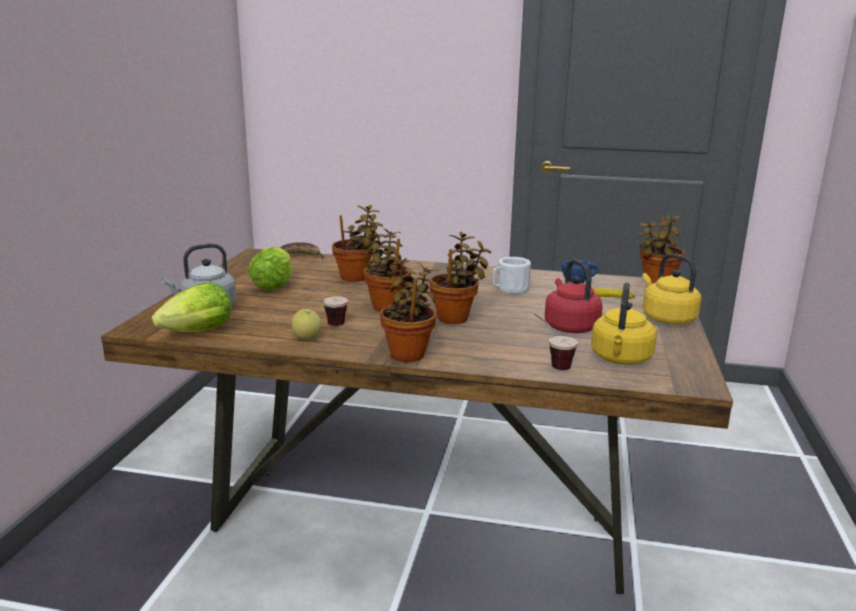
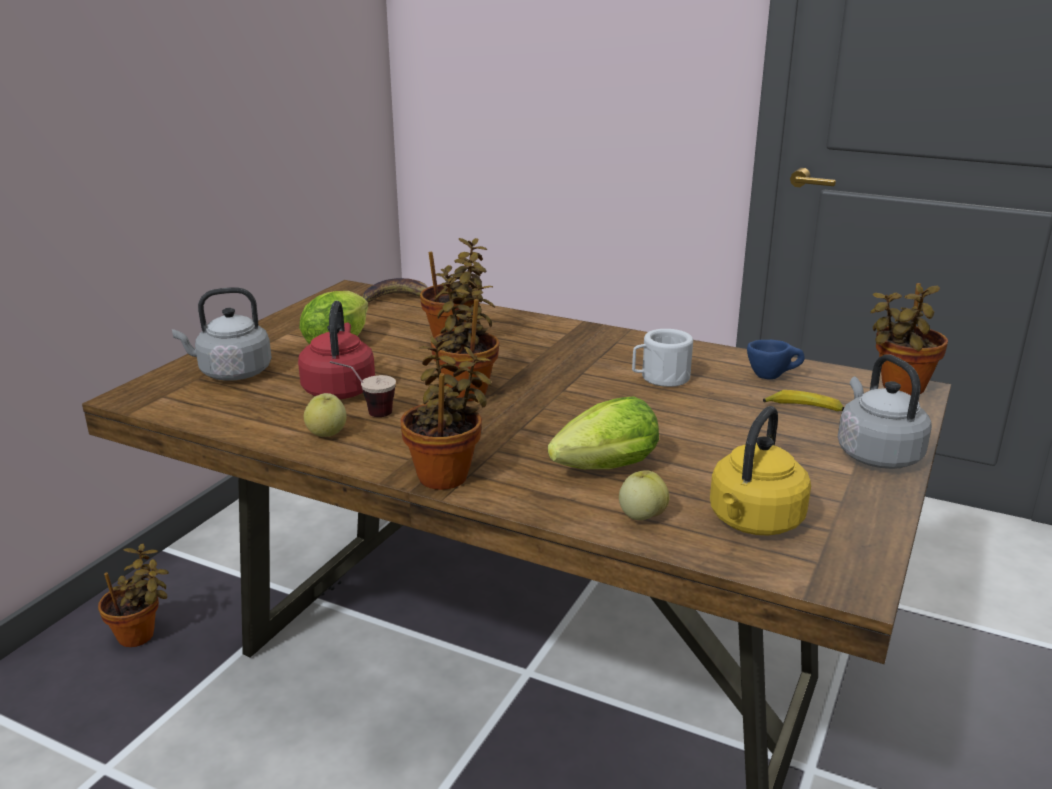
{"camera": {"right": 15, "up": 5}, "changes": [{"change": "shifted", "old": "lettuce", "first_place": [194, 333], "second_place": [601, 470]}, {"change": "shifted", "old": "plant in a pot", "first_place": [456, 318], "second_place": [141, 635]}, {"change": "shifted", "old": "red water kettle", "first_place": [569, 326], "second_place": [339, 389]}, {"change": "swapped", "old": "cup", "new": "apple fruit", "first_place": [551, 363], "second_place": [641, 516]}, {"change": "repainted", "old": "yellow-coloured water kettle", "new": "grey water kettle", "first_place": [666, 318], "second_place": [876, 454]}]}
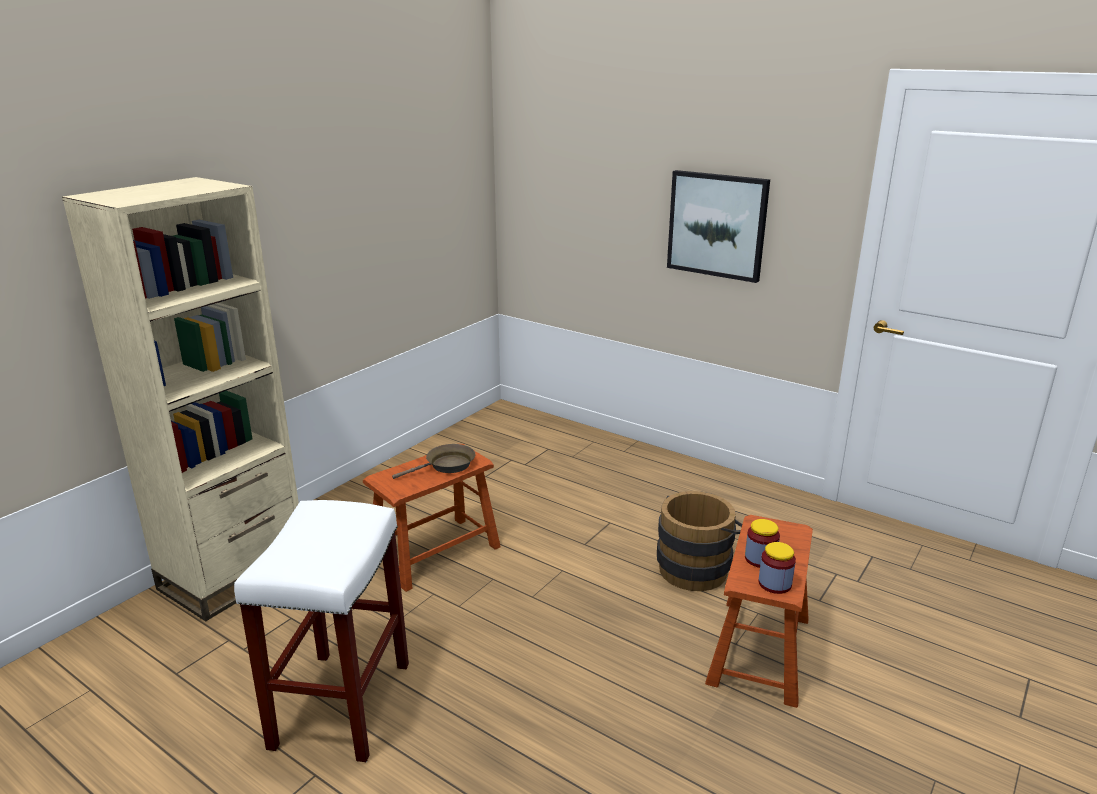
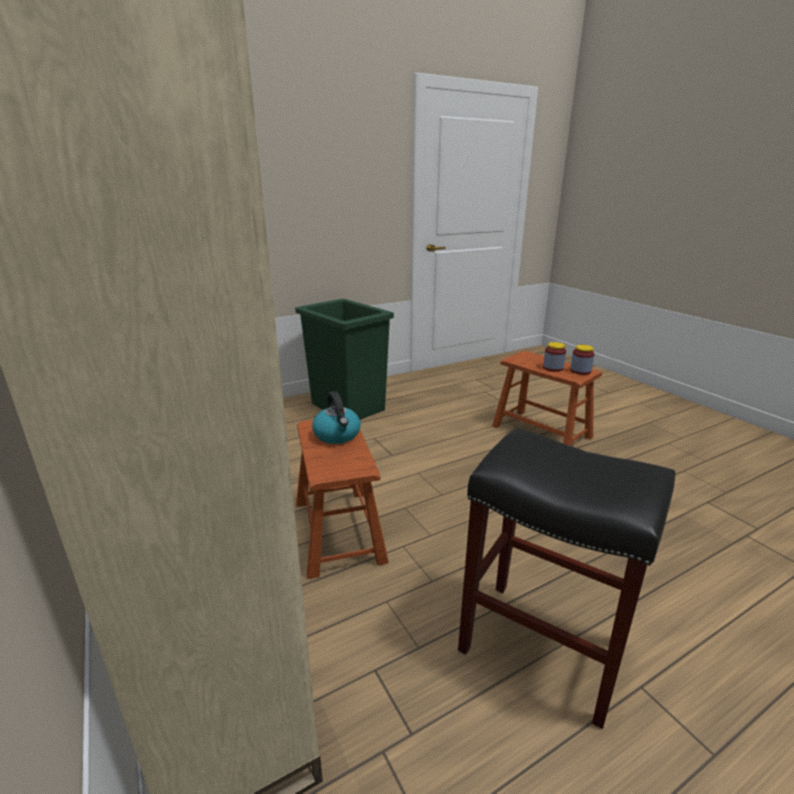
{"camera": {"right": -65, "up": 0}, "changes": [{"change": "gone", "old": "brown pail", "first_place": [697, 567]}, {"change": "gone", "old": "wall art", "first_place": [717, 225]}, {"change": "new", "new": "green-coloured rubbish bin", "second_place": [348, 406]}, {"change": "swapped", "old": "brown pan", "new": "water kettle", "first_place": [446, 466], "second_place": [337, 435]}, {"change": "repainted", "old": "white stool", "new": "blackish stool", "first_place": [342, 706], "second_place": [545, 646]}]}
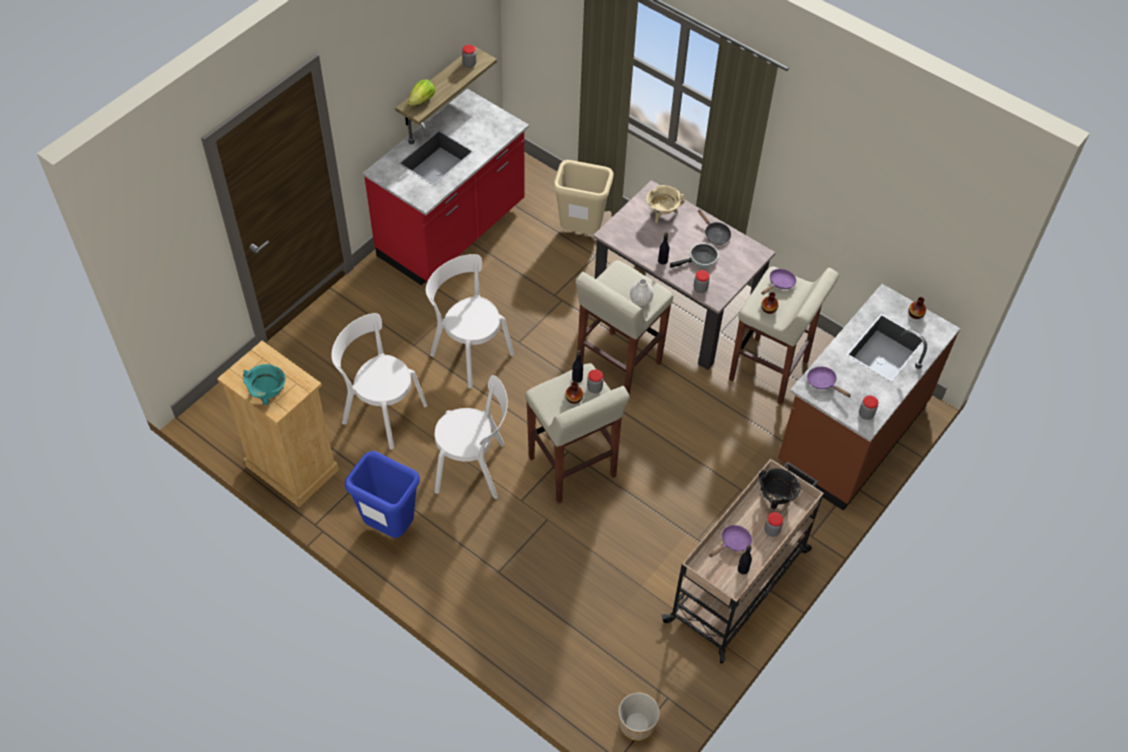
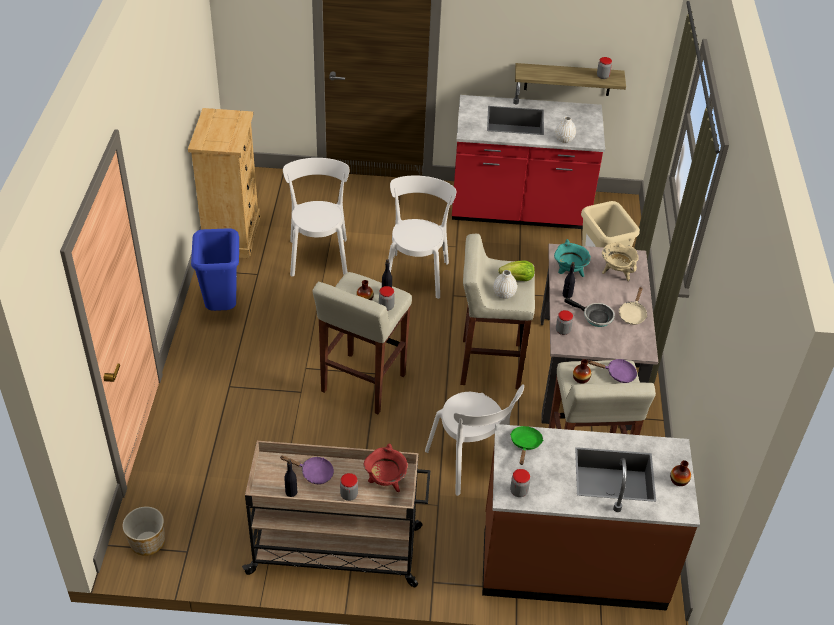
{"camera": {"right": 55, "up": -10}, "changes": [{"change": "new", "new": "white vase", "second_place": [564, 139]}, {"change": "shifted", "old": "turquoise saucepot", "first_place": [268, 395], "second_place": [569, 272]}, {"change": "shifted", "old": "lettuce", "first_place": [422, 100], "second_place": [517, 279]}, {"change": "shifted", "old": "white upright chair", "first_place": [474, 468], "second_place": [471, 463]}, {"change": "repainted", "old": "blackish pan", "new": "beige-coloured pan", "first_place": [715, 234], "second_place": [632, 314]}, {"change": "repainted", "old": "blackish saucepot", "new": "red saucepot", "first_place": [775, 498], "second_place": [385, 482]}, {"change": "repainted", "old": "purple pan", "new": "green-coloured pan", "first_place": [823, 383], "second_place": [525, 444]}]}
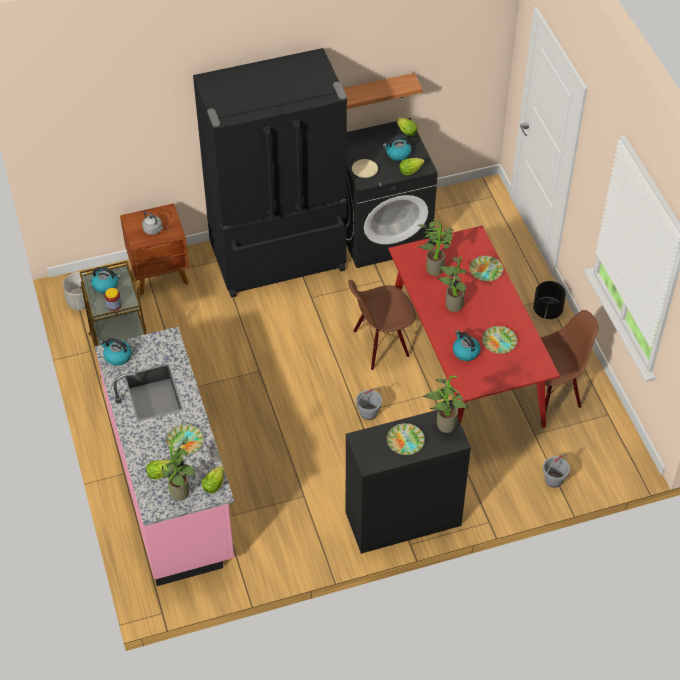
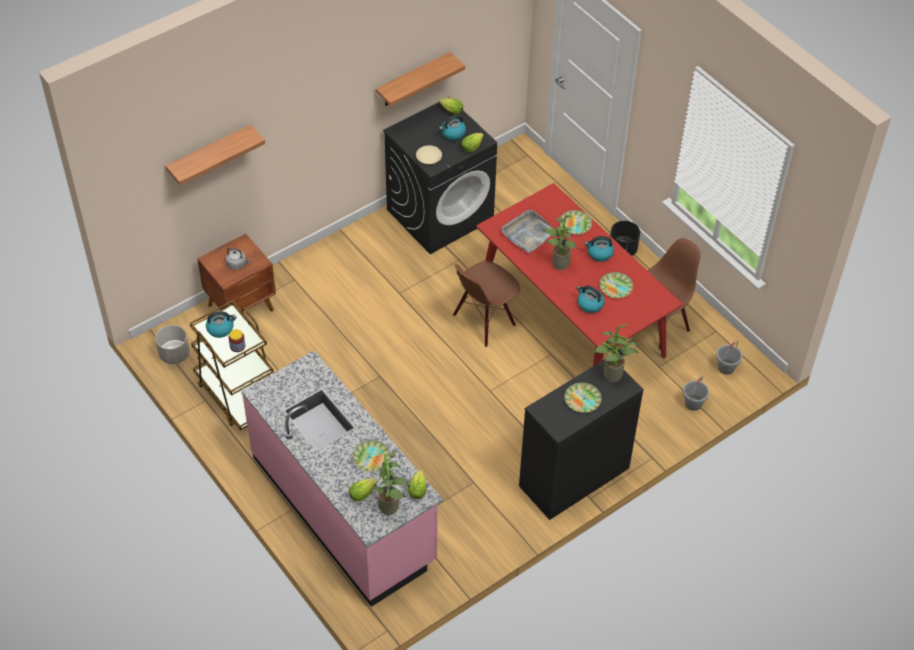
{"camera": {"right": -20, "up": 0}, "changes": [{"change": "gone", "old": "blackish refrigerator", "first_place": [279, 259]}, {"change": "new", "new": "shelf", "second_place": [210, 155]}, {"change": "shifted", "old": "water kettle", "first_place": [117, 356], "second_place": [599, 253]}, {"change": "shifted", "old": "grey pail", "first_place": [368, 413], "second_place": [726, 368]}, {"change": "swapped", "old": "plant in a pot", "new": "grey tray", "first_place": [435, 267], "second_place": [527, 233]}]}
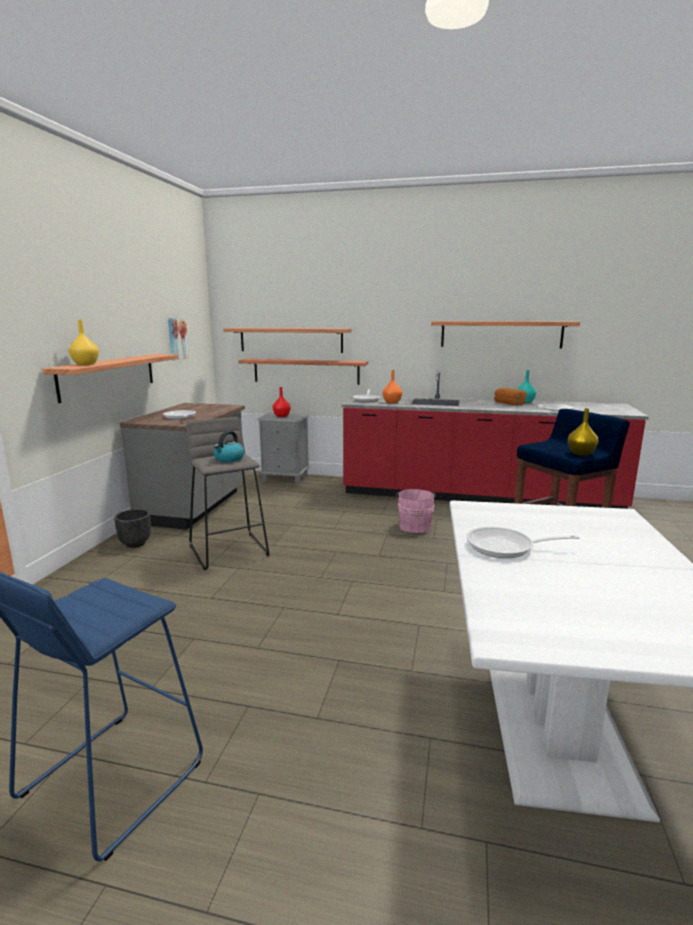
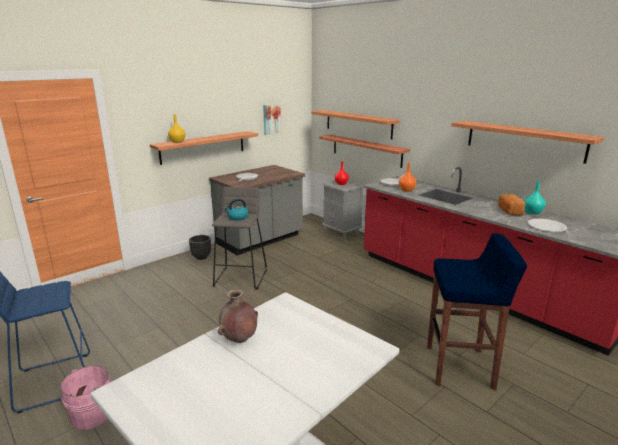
{"camera": {"right": 35, "up": 5}, "changes": [{"change": "gone", "old": "yellow-coloured vase", "first_place": [580, 453]}, {"change": "shifted", "old": "pinkish pail", "first_place": [415, 526], "second_place": [94, 412]}, {"change": "swapped", "old": "pan", "new": "brown vase", "first_place": [506, 547], "second_place": [239, 339]}]}
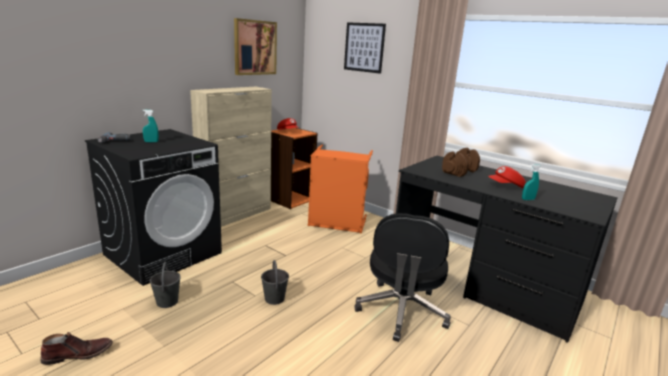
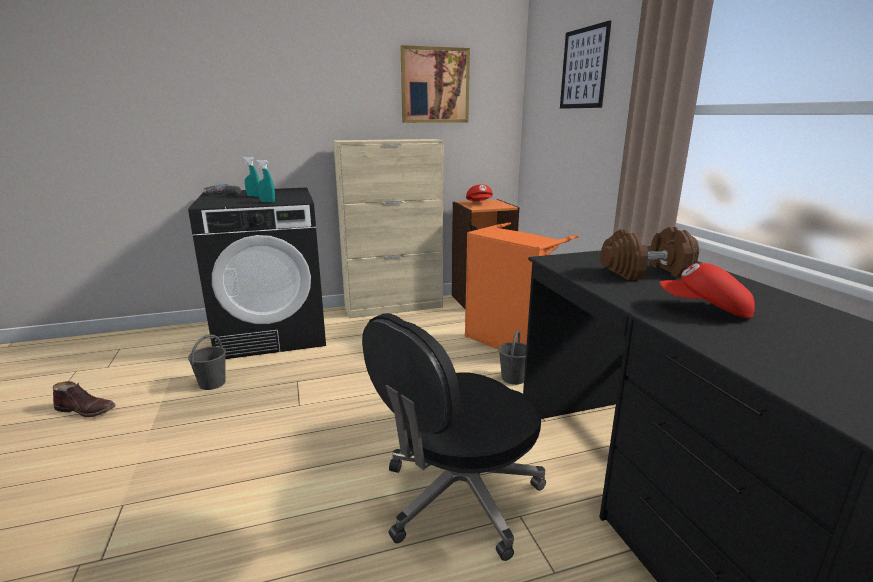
{"camera": {"right": 35, "up": 0}, "changes": [{"change": "shifted", "old": "grey pail", "first_place": [274, 298], "second_place": [513, 378]}, {"change": "shifted", "old": "turquoise hand sprayer", "first_place": [528, 199], "second_place": [267, 202]}]}
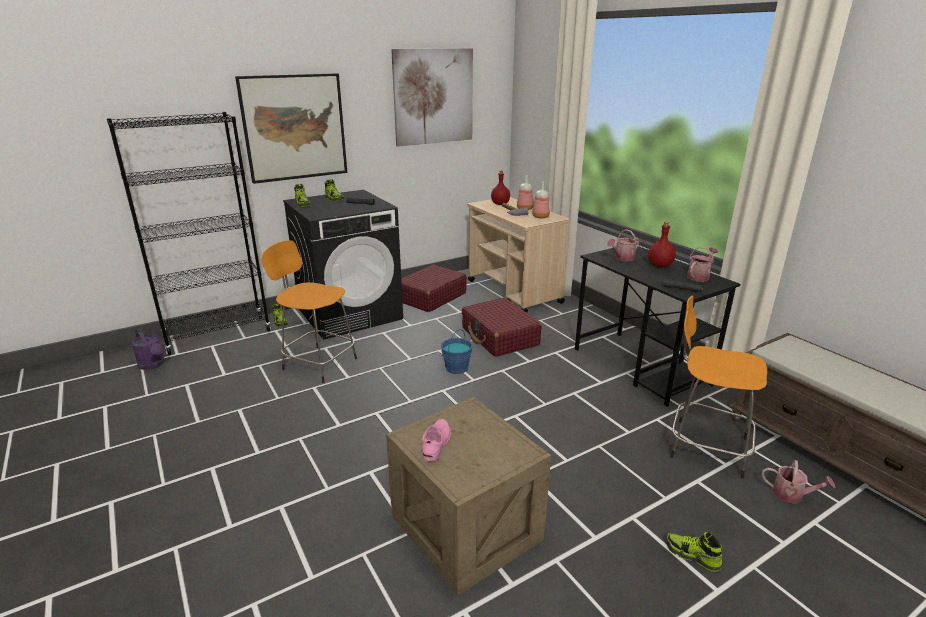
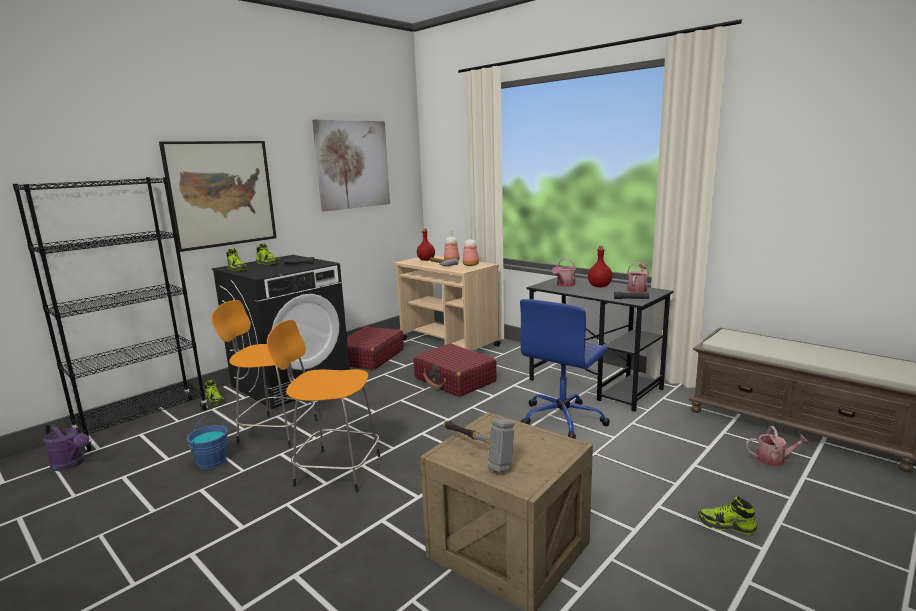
{"camera": {"right": -15, "up": -10}, "changes": [{"change": "new", "new": "blue computer chair", "second_place": [563, 419]}, {"change": "shifted", "old": "blue pail", "first_place": [457, 368], "second_place": [212, 461]}, {"change": "shifted", "old": "orange-coloured stool", "first_place": [705, 447], "second_place": [335, 470]}, {"change": "swapped", "old": "pinkish item of footwear", "new": "tool hammer", "first_place": [436, 443], "second_place": [477, 454]}]}
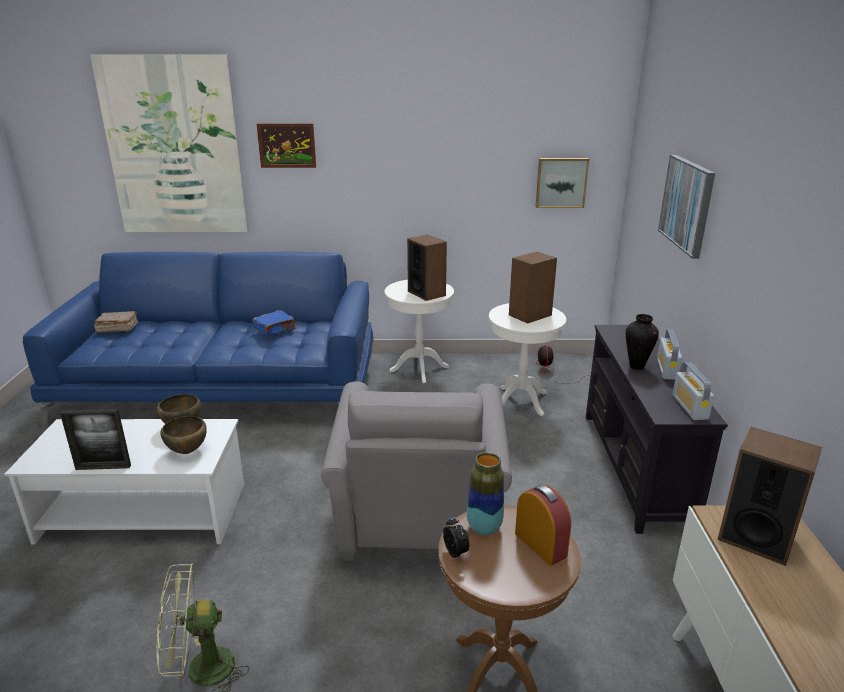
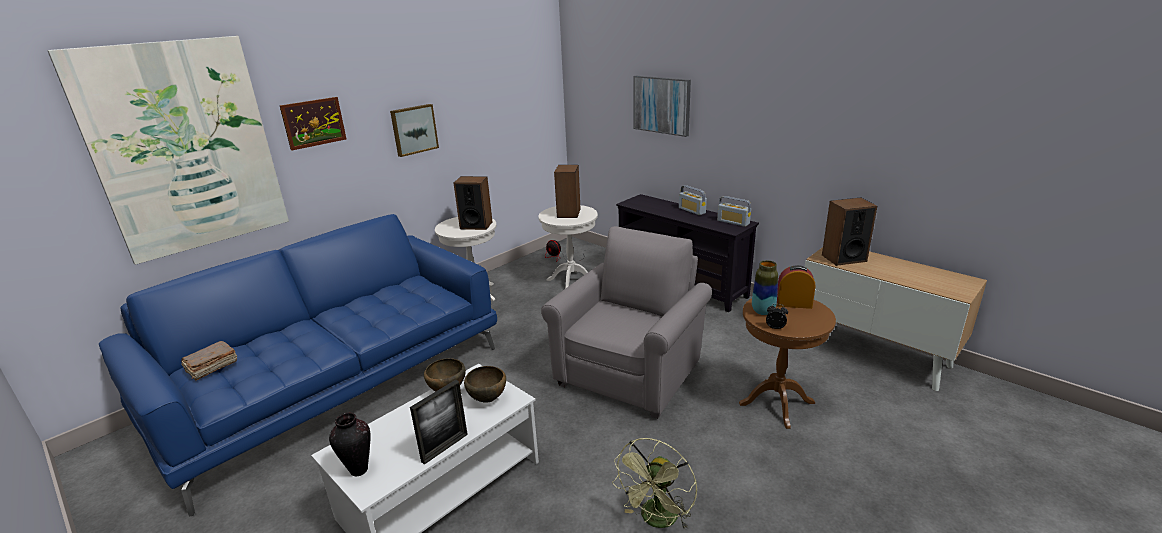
{"camera": {"right": -45, "up": 0}, "changes": [{"change": "gone", "old": "blue book", "first_place": [275, 330]}, {"change": "shifted", "old": "wall art", "first_place": [561, 182], "second_place": [413, 129]}, {"change": "shifted", "old": "vase", "first_place": [636, 366], "second_place": [358, 470]}, {"change": "rotated", "old": "grey armchair", "first_place": [418, 524], "second_place": [631, 372], "degrees": -105}]}
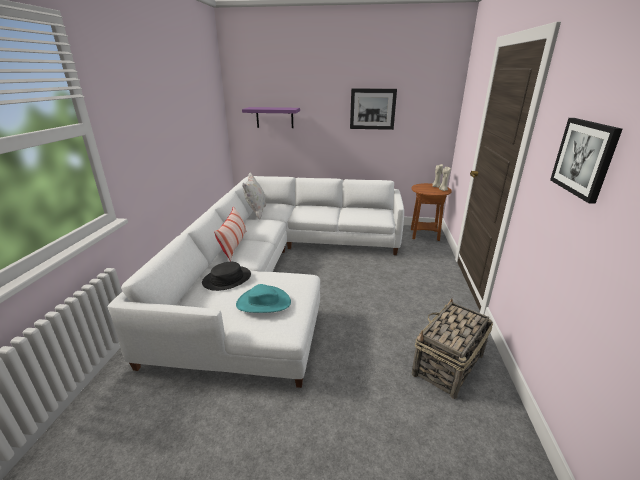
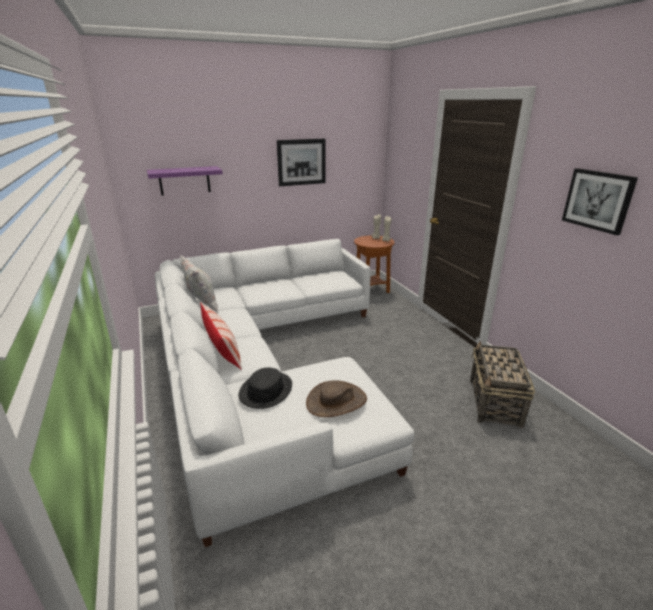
{"camera": {"right": -30, "up": 0}, "changes": [{"change": "repainted", "old": "turquoise clothing hat", "new": "brown clothing hat", "first_place": [263, 303], "second_place": [336, 401]}]}
